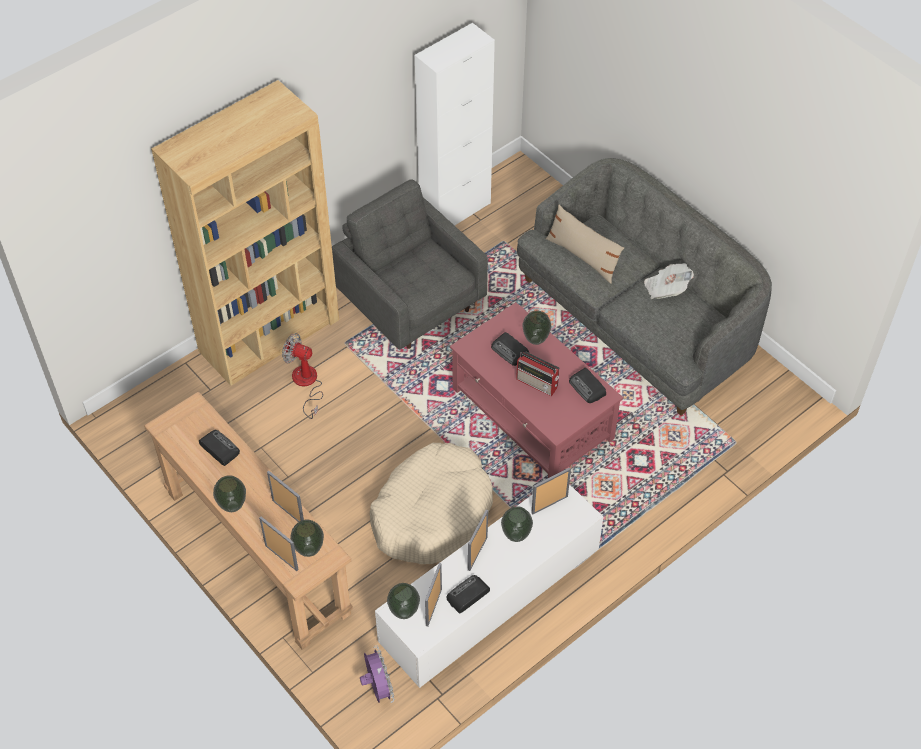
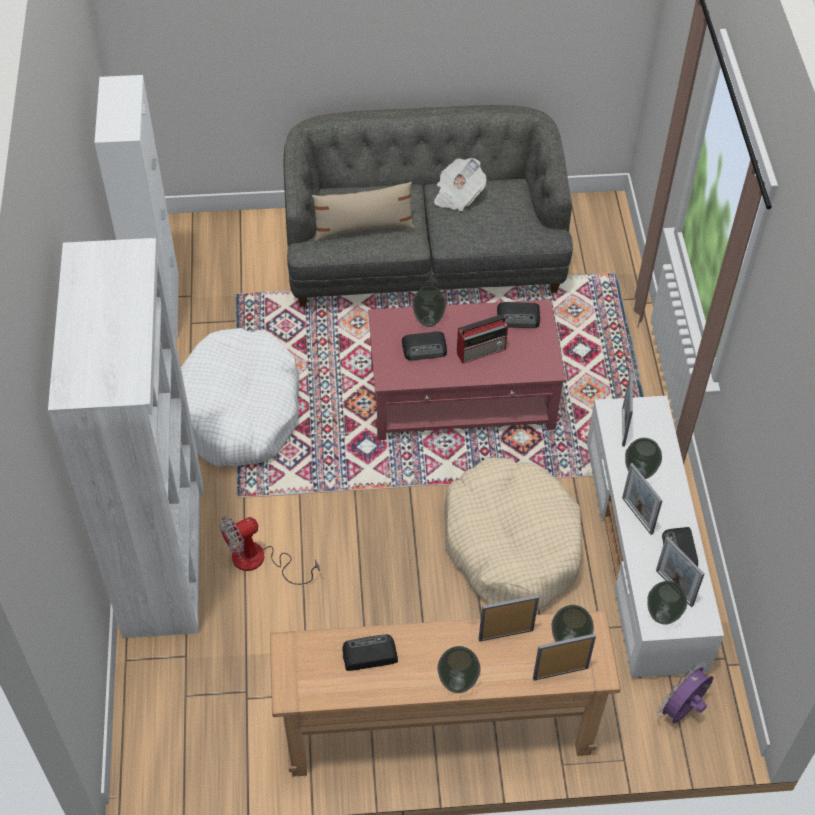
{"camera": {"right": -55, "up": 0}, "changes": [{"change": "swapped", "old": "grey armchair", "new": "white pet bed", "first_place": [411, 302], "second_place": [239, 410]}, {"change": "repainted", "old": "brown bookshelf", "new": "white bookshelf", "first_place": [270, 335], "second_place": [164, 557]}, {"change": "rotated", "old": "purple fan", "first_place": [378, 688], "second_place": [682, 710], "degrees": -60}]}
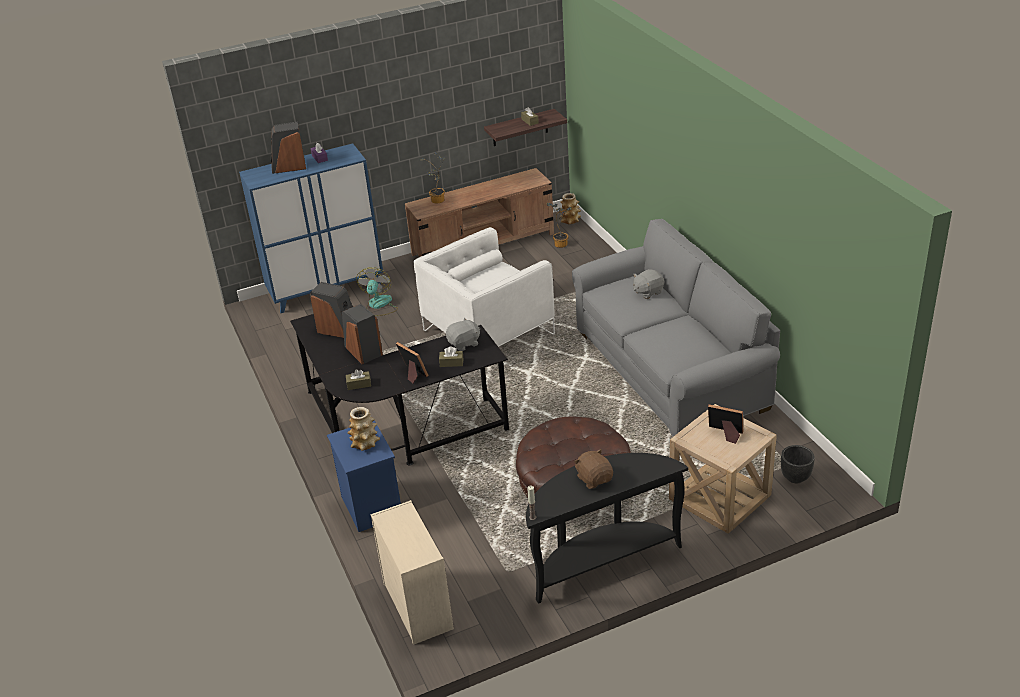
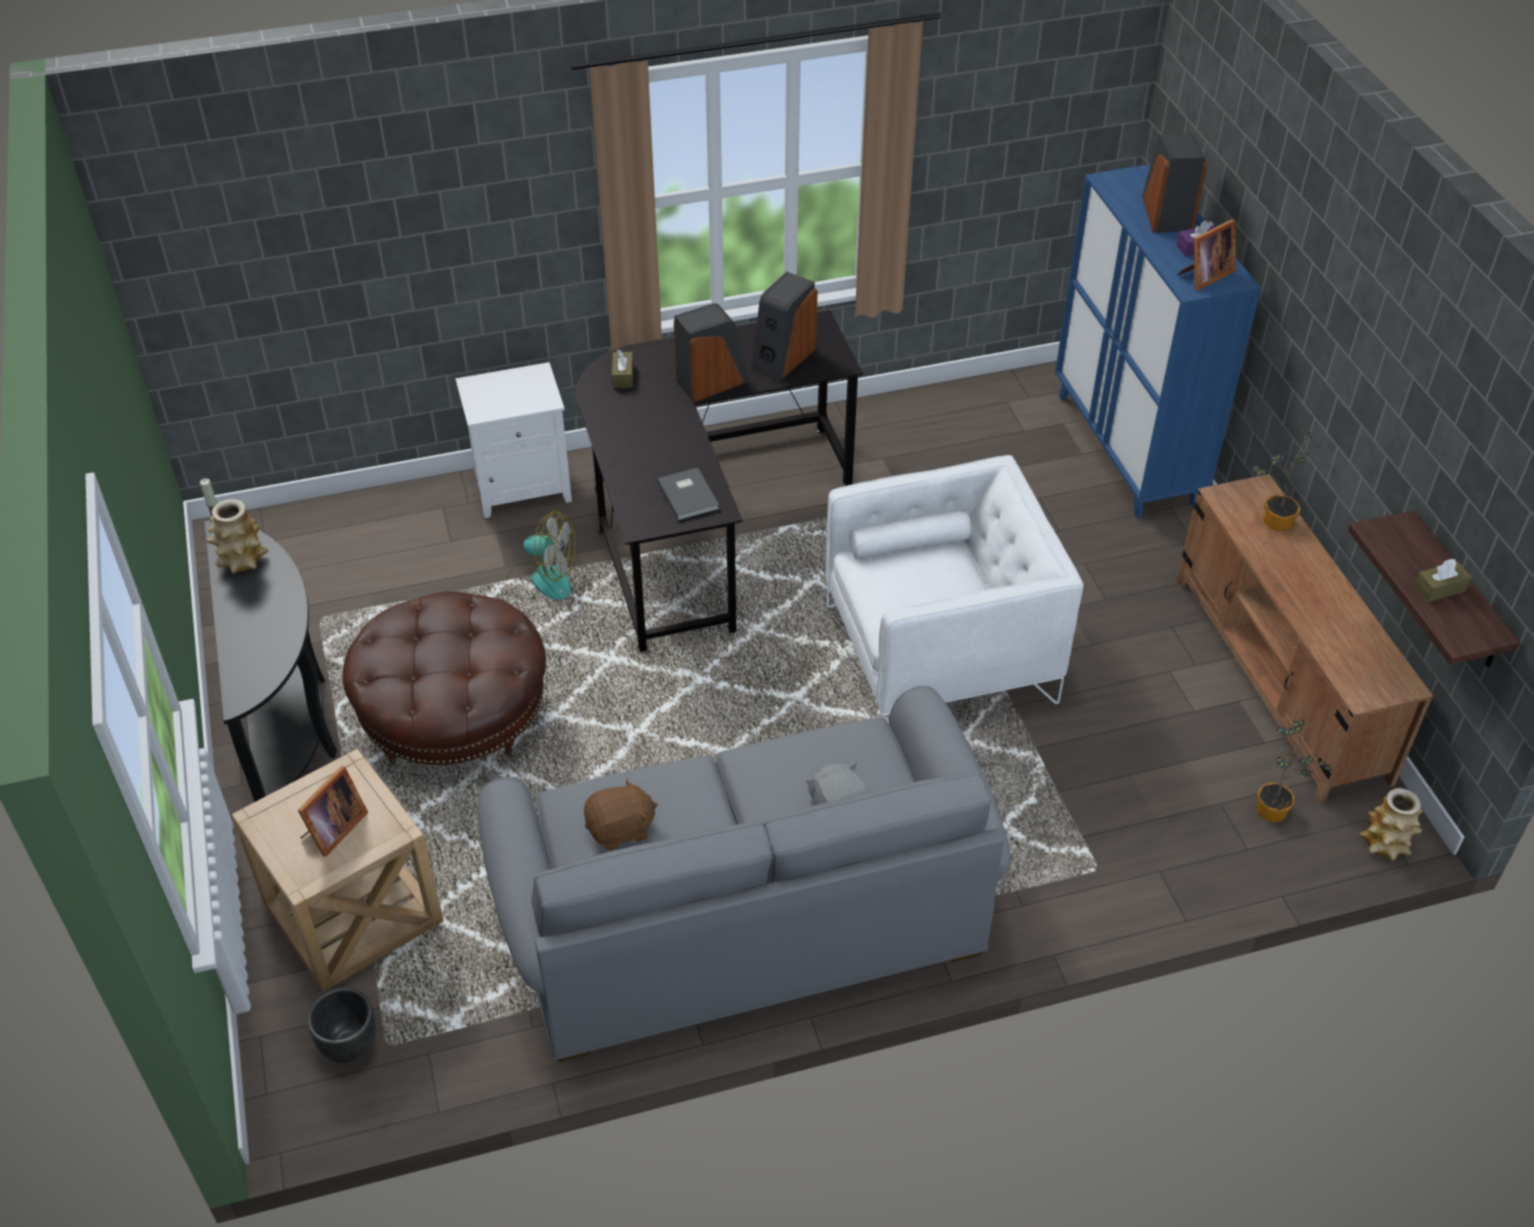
{"camera": {"right": 95, "up": 10}, "changes": [{"change": "gone", "old": "beige-coloured chest of drawers", "first_place": [417, 605]}, {"change": "gone", "old": "brown box of tissues", "first_place": [451, 363]}, {"change": "shifted", "old": "vase", "first_place": [365, 443], "second_place": [241, 559]}, {"change": "shifted", "old": "fan", "first_place": [379, 305], "second_place": [541, 581]}, {"change": "shifted", "old": "picture frame", "first_place": [412, 374], "second_place": [1204, 276]}, {"change": "shifted", "old": "brown plush toy", "first_place": [594, 479], "second_place": [621, 830]}, {"change": "swapped", "old": "grey plush toy", "new": "grey book", "first_place": [464, 344], "second_place": [689, 495]}, {"change": "repainted", "old": "blue night table", "new": "white night table", "first_place": [370, 506], "second_place": [523, 486]}, {"change": "rotated", "old": "white armchair", "first_place": [488, 333], "second_place": [940, 654], "degrees": 105}]}
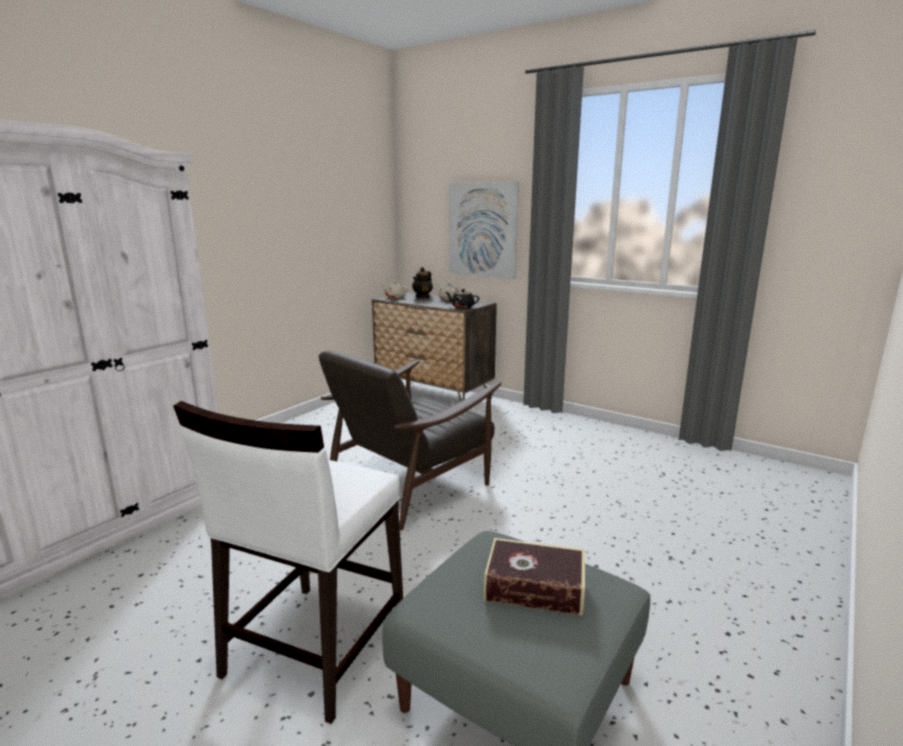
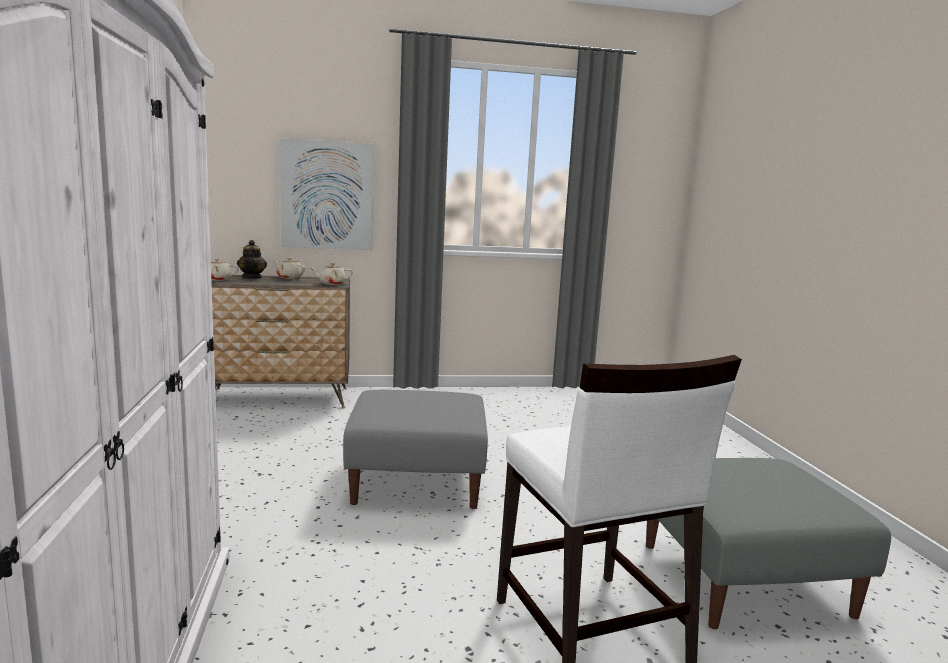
{"camera": {"right": -45, "up": -5}, "changes": [{"change": "gone", "old": "book", "first_place": [535, 587]}, {"change": "swapped", "old": "brown armchair", "new": "grey ottoman", "first_place": [411, 483], "second_place": [416, 481]}, {"change": "repainted", "old": "blackish pot for tea", "new": "beige-coloured pot for tea", "first_place": [462, 307], "second_place": [331, 283]}]}
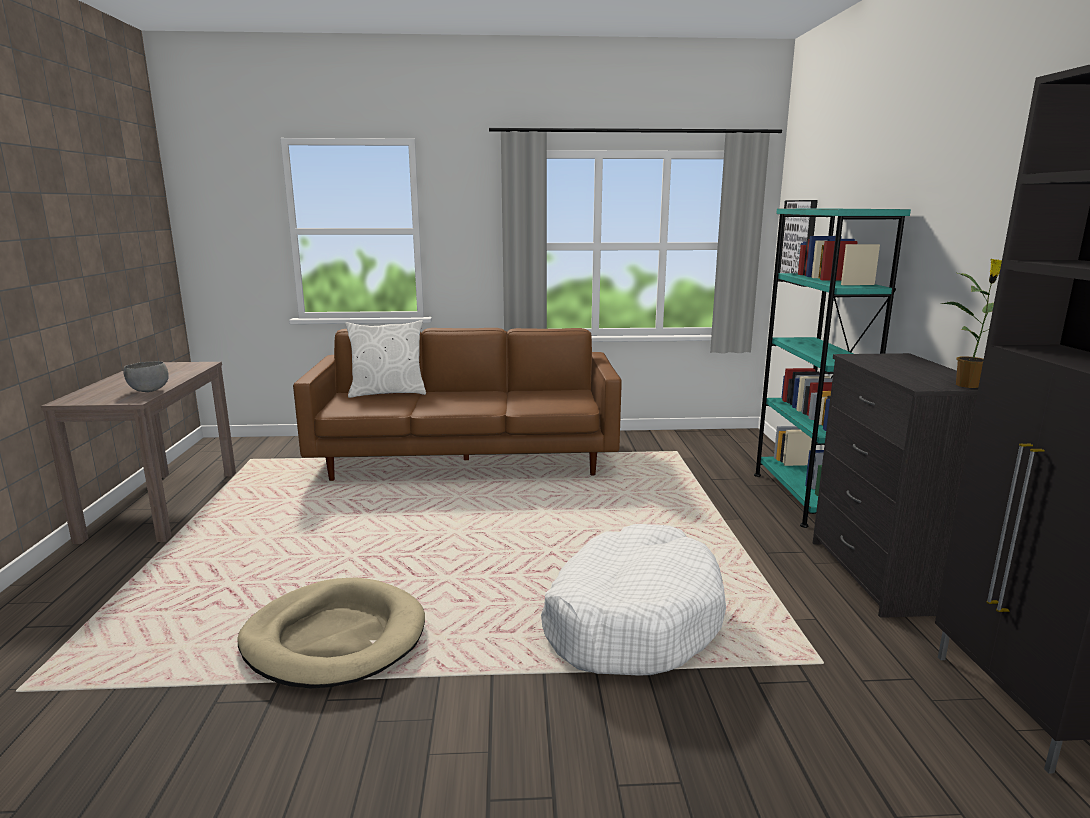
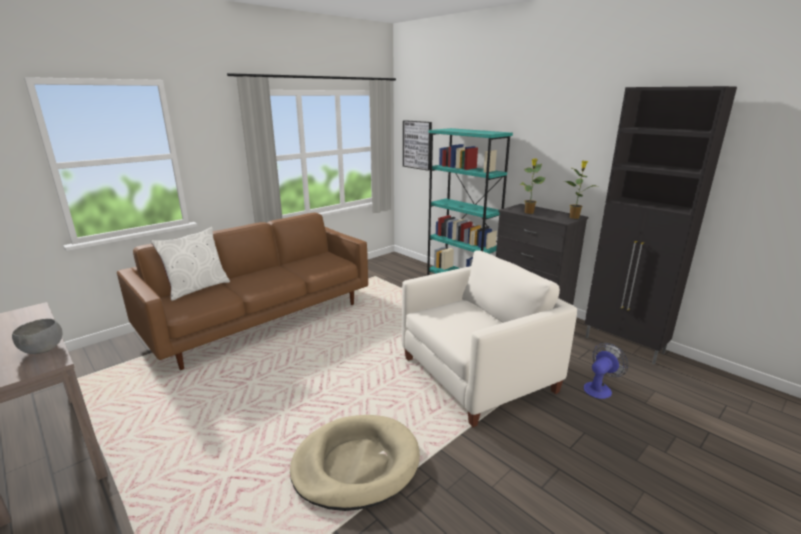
{"camera": {"right": -40, "up": 5}, "changes": [{"change": "new", "new": "plant in a pot", "second_place": [529, 212]}, {"change": "new", "new": "fan", "second_place": [599, 388]}, {"change": "swapped", "old": "white pet bed", "new": "white armchair", "first_place": [631, 619], "second_place": [477, 374]}]}
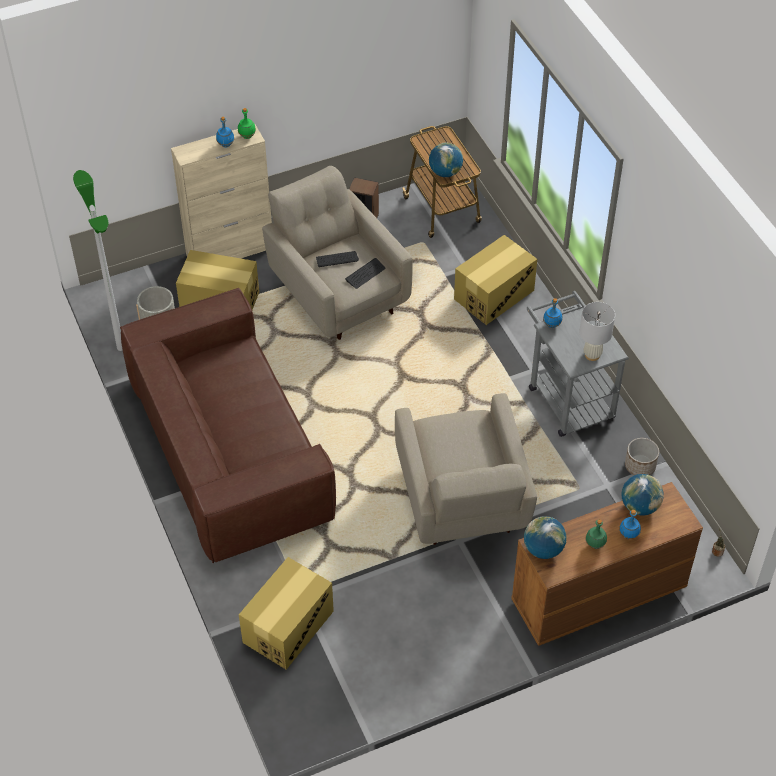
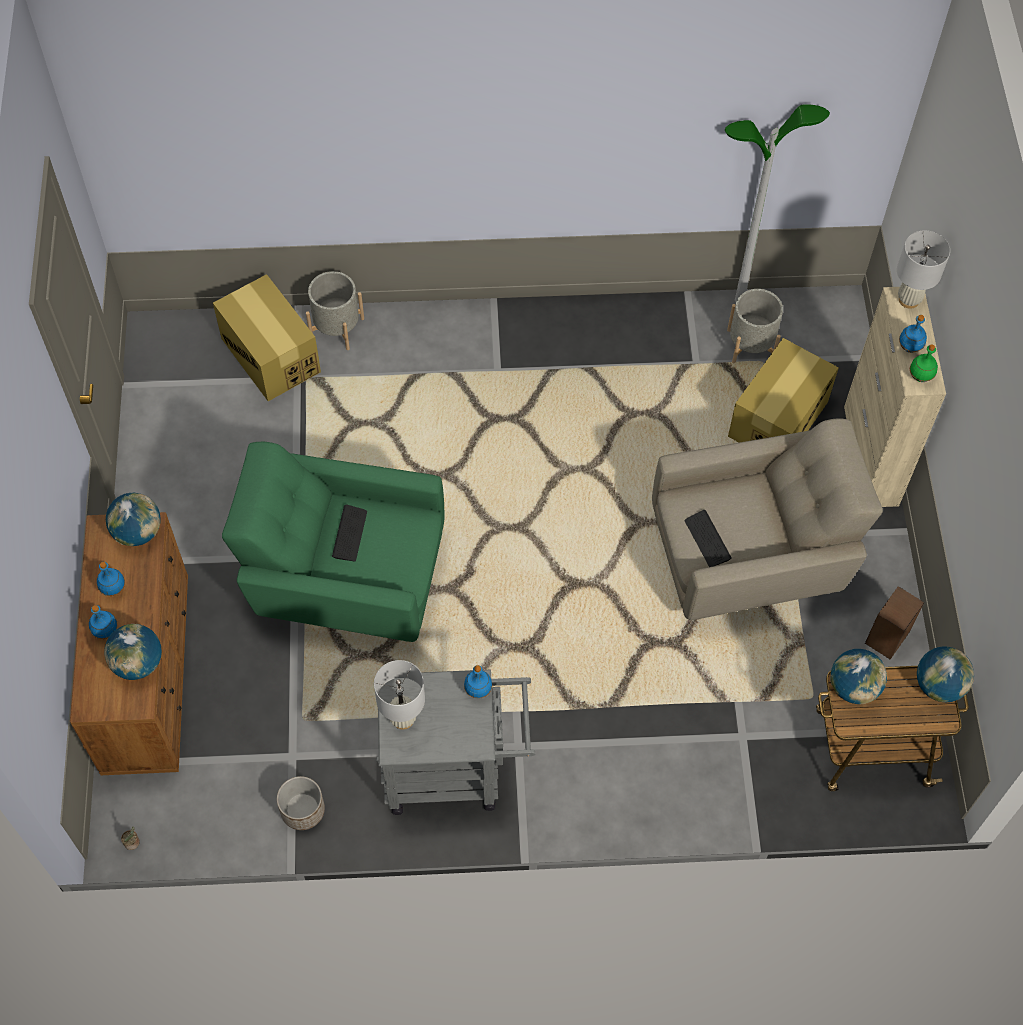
{"camera": {"right": 110, "up": 10}, "changes": [{"change": "gone", "old": "brown sofa", "first_place": [230, 449]}, {"change": "gone", "old": "cardboard box", "first_place": [494, 295]}, {"change": "new", "new": "grey plant pot", "second_place": [337, 328]}, {"change": "new", "new": "white tabletop lamp", "second_place": [908, 300]}, {"change": "new", "new": "globe", "second_place": [939, 685]}, {"change": "shifted", "old": "computer keyboard", "first_place": [337, 259], "second_place": [349, 534]}, {"change": "repainted", "old": "beige-coloured armchair", "new": "green-coloured armchair", "first_place": [462, 503], "second_place": [345, 578]}, {"change": "repainted", "old": "green-coloured drink bottle", "new": "blue drink bottle", "first_place": [595, 545], "second_place": [113, 589]}]}
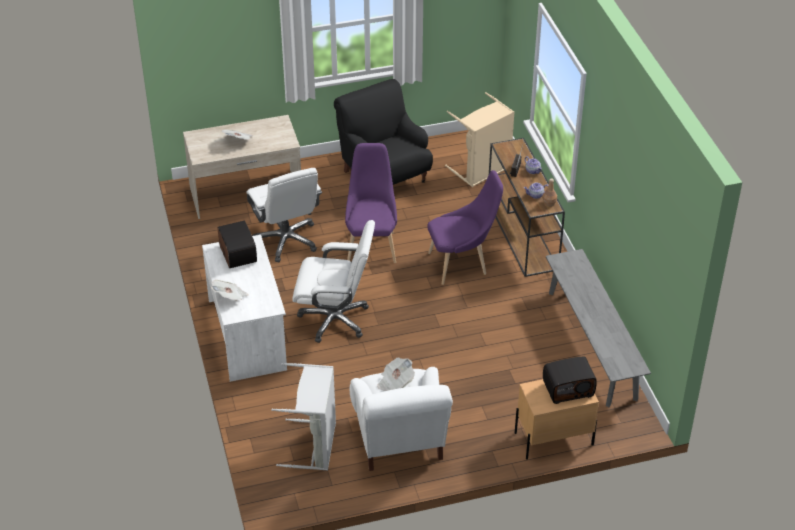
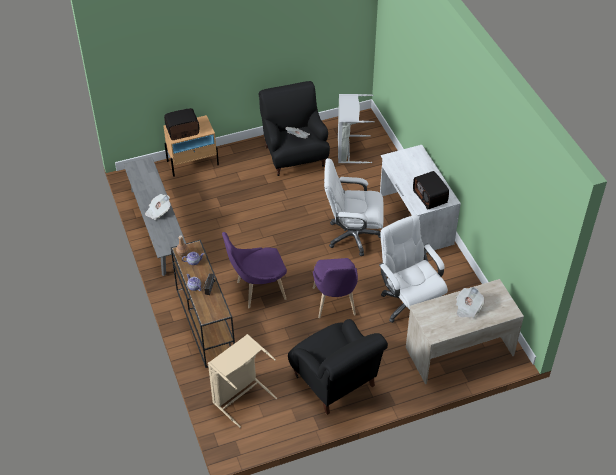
{"camera": {"right": 175, "up": 5}, "changes": [{"change": "shifted", "old": "newspaper", "first_place": [230, 297], "second_place": [158, 212]}, {"change": "repainted", "old": "white armchair", "new": "blackish armchair", "first_place": [399, 440], "second_place": [294, 156]}]}
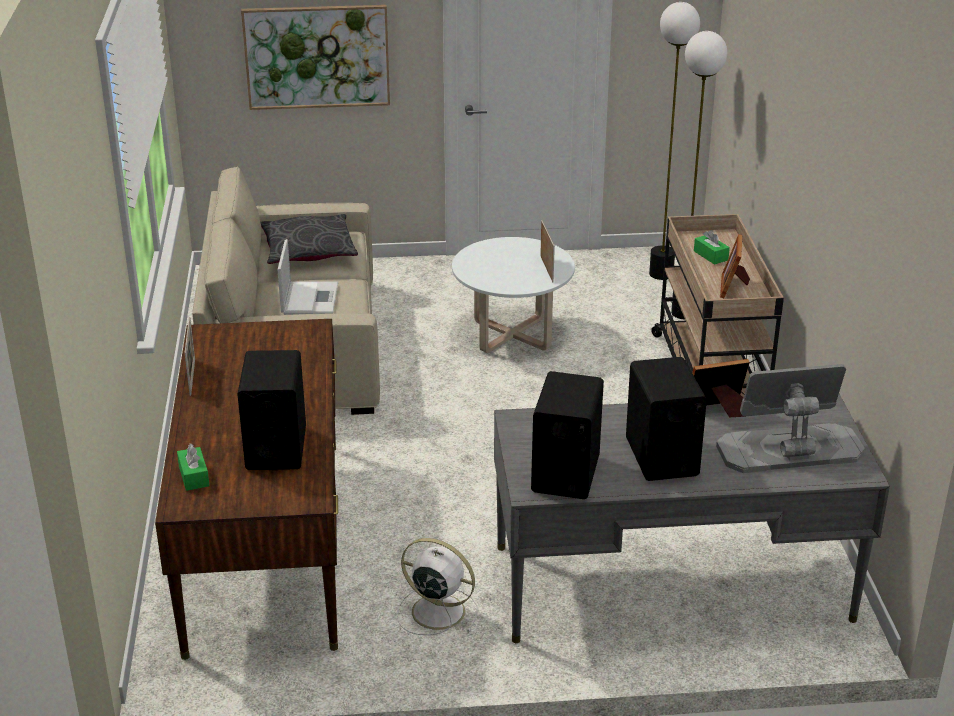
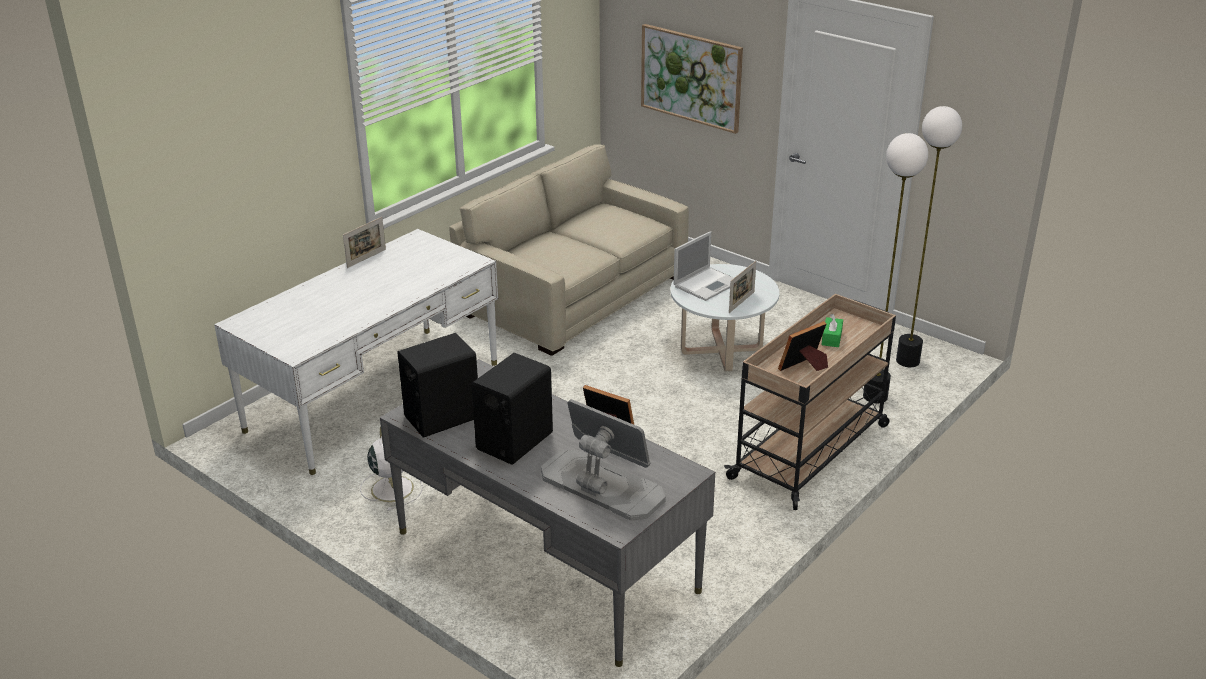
{"camera": {"right": 45, "up": 0}, "changes": [{"change": "gone", "old": "green-coloured box of tissues", "first_place": [194, 476]}, {"change": "gone", "old": "blackish speaker", "first_place": [276, 447]}, {"change": "gone", "old": "grey pillow", "first_place": [308, 250]}, {"change": "shifted", "old": "laptop", "first_place": [309, 298], "second_place": [707, 284]}, {"change": "repainted", "old": "brown desk table", "new": "white desk table", "first_place": [265, 543], "second_place": [374, 396]}]}
